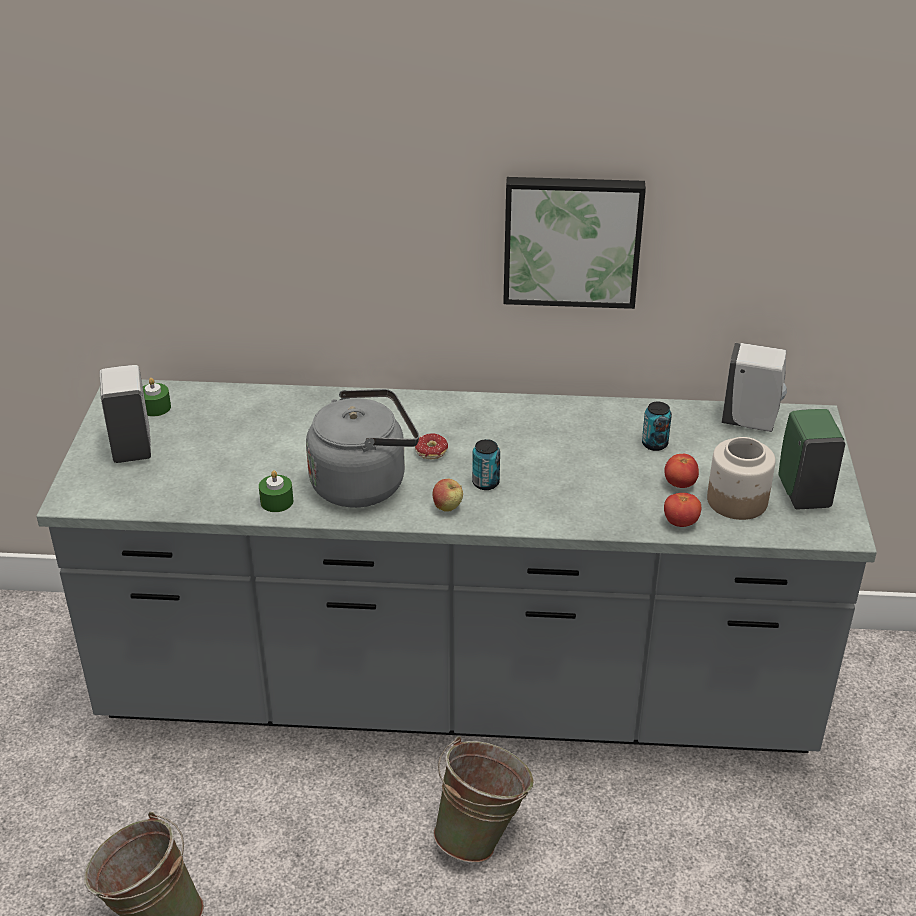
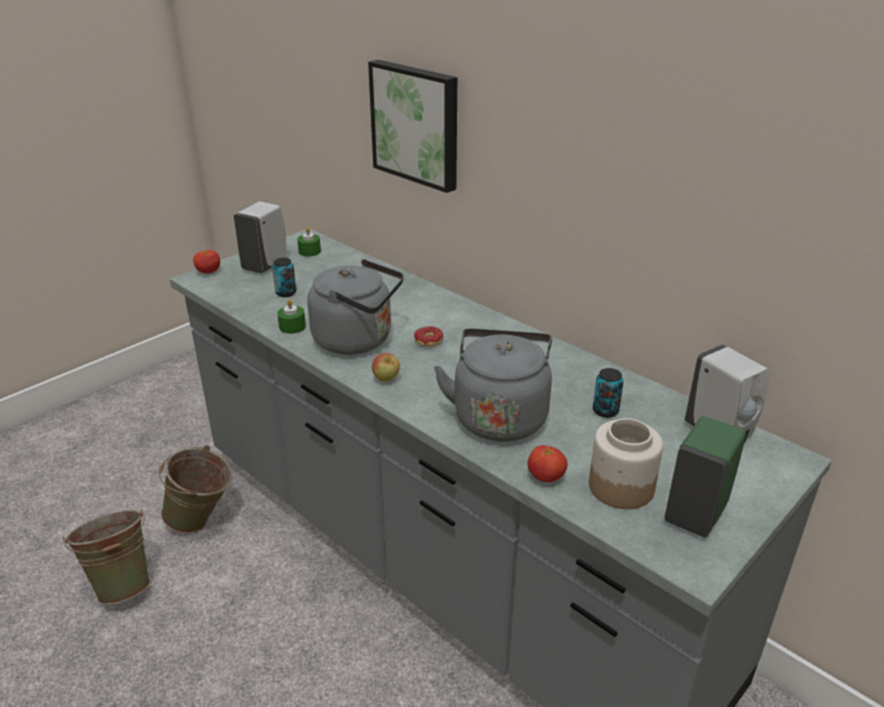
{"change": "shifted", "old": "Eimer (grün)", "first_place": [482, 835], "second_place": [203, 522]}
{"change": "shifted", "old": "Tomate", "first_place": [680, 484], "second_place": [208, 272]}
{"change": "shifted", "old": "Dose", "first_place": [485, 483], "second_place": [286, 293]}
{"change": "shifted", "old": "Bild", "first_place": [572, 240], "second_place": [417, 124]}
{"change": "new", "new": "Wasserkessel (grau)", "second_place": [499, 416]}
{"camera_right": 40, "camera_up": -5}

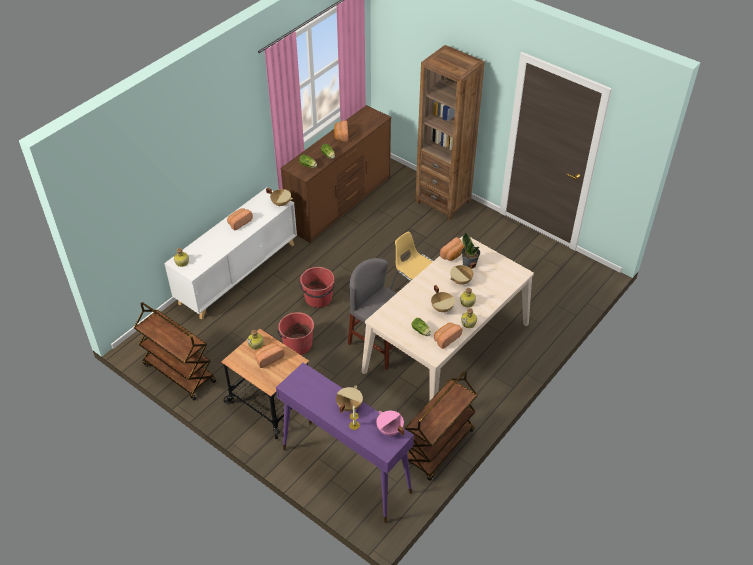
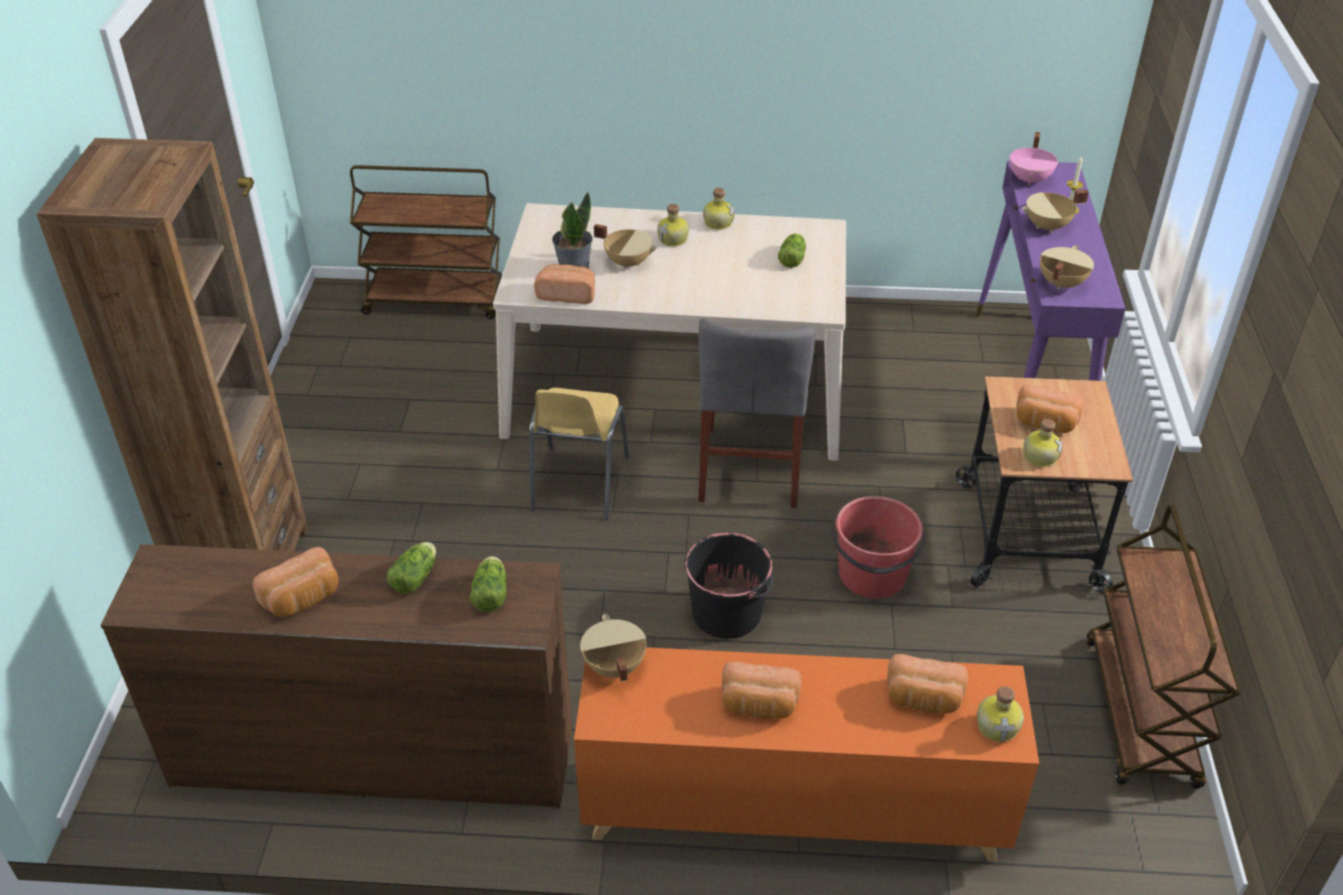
{"change": "shifted", "old": "Rollwagen (braun)", "first_place": [439, 447], "second_place": [436, 300]}
{"change": "repainted", "old": "Schrank (weiß)", "new": "Schrank (orange)", "first_place": [238, 273], "second_place": [791, 808]}
{"change": "repainted", "old": "Eimer (rot)", "new": "Eimer (schwarz)", "first_place": [318, 298], "second_place": [727, 612]}
{"change": "shifted", "old": "Brot", "first_place": [446, 338], "second_place": [923, 699]}
{"change": "shifted", "old": "Kochtopf (beige)", "first_place": [442, 308], "second_place": [1060, 283]}
{"camera_right": -125, "camera_up": -5}

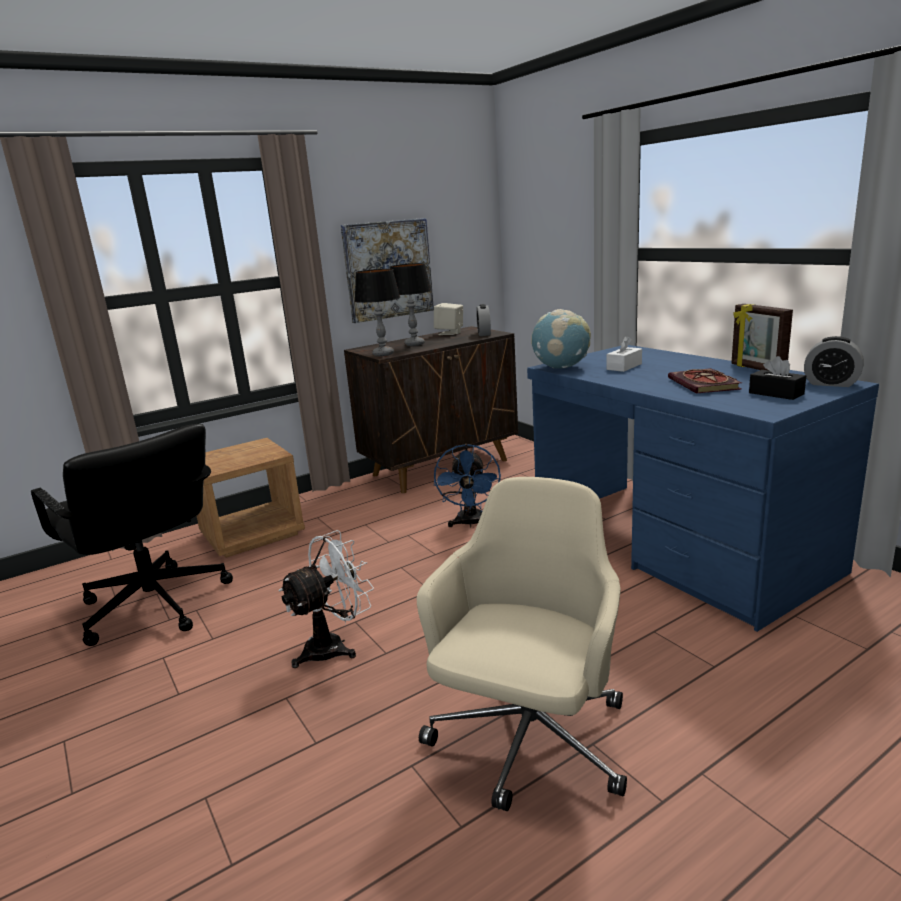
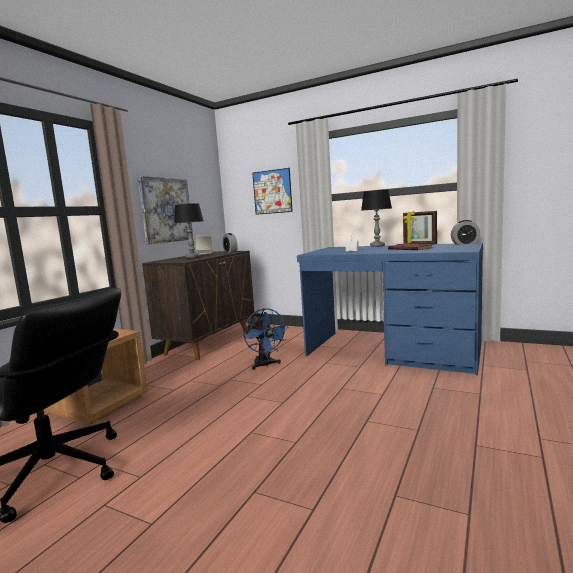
{"change": "new", "new": "Bild", "second_place": [272, 192]}
{"change": "shifted", "old": "Tischlampe", "first_place": [383, 354], "second_place": [377, 246]}
{"change": "gone", "old": "Ventilator (weiß)", "first_place": [334, 646]}
{"change": "gone", "old": "Bürostuhl (beige)", "first_place": [529, 742]}
{"change": "gone", "old": "Globus", "first_place": [561, 368]}
{"change": "gone", "old": "Taschentuchbox (schwarz)", "first_place": [776, 393]}
{"camera_right": -30, "camera_up": -10}

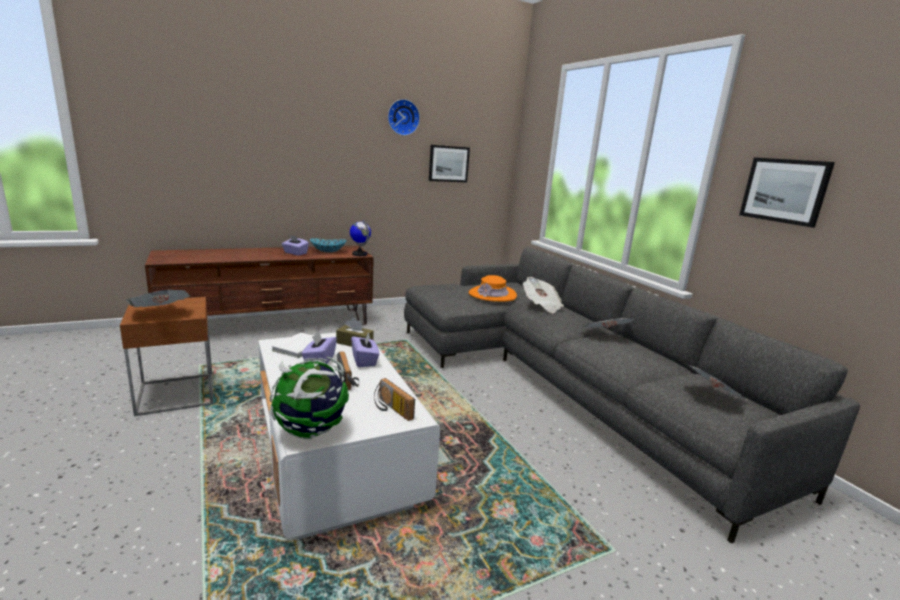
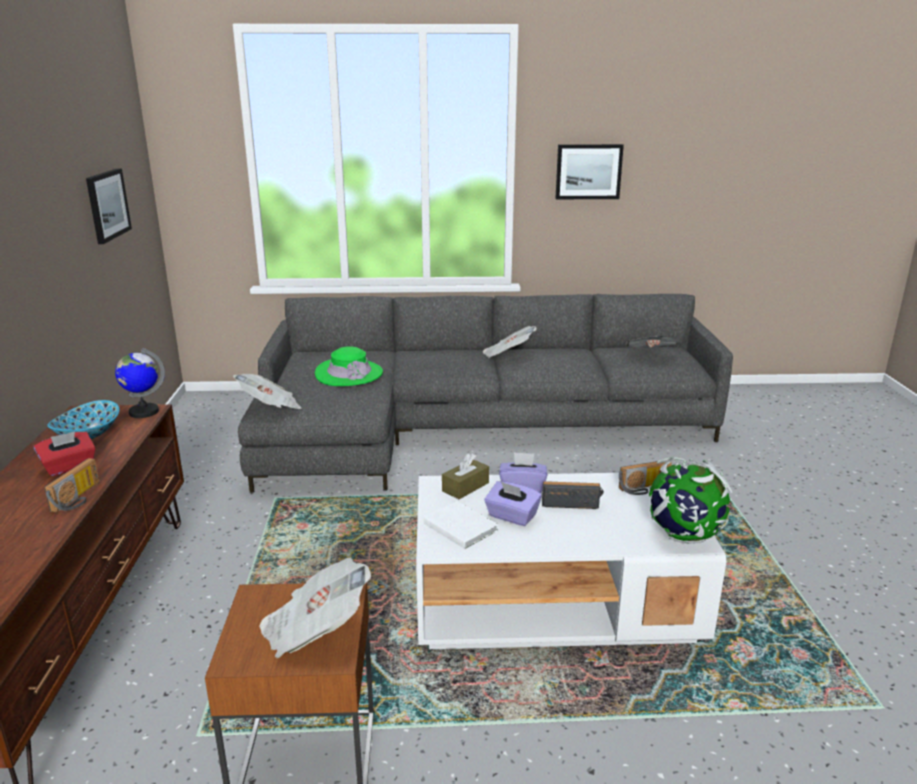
{"change": "repainted", "old": "Taschentuchbox (lila)", "new": "Taschentuchbox (rot)", "first_place": [295, 253], "second_place": [69, 467]}
{"change": "new", "new": "Radio", "second_place": [79, 498]}
{"change": "shifted", "old": "Zeitung", "first_place": [541, 306], "second_place": [270, 407]}
{"change": "repainted", "old": "Hut (orange)", "new": "Hut (grün)", "first_place": [492, 294], "second_place": [349, 374]}
{"change": "gone", "old": "Wanduhr", "first_place": [403, 117]}
{"camera_right": -65, "camera_up": 5}

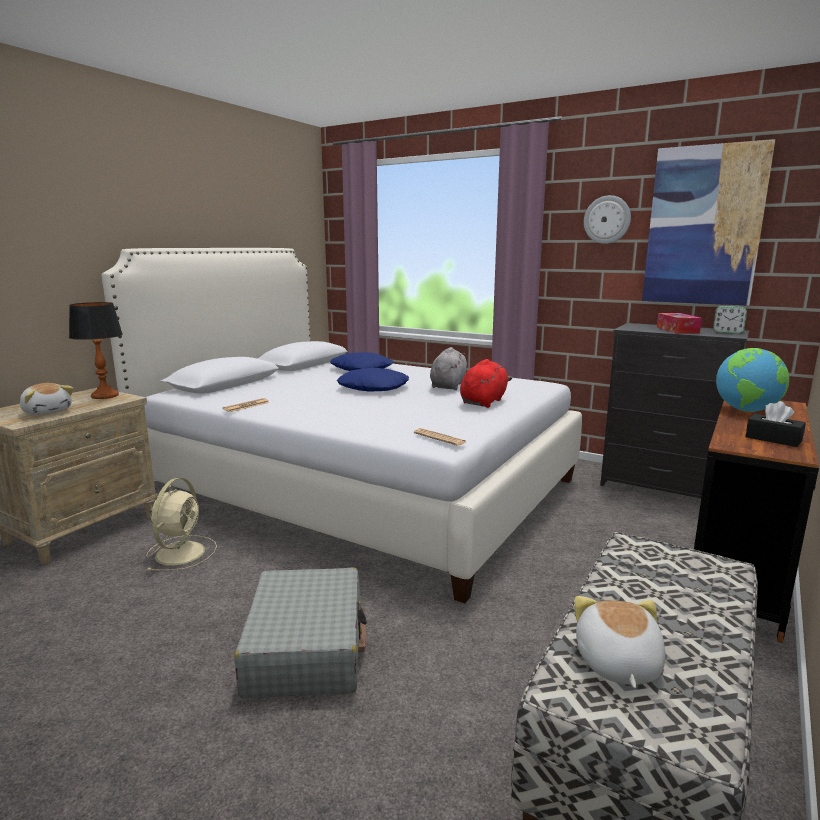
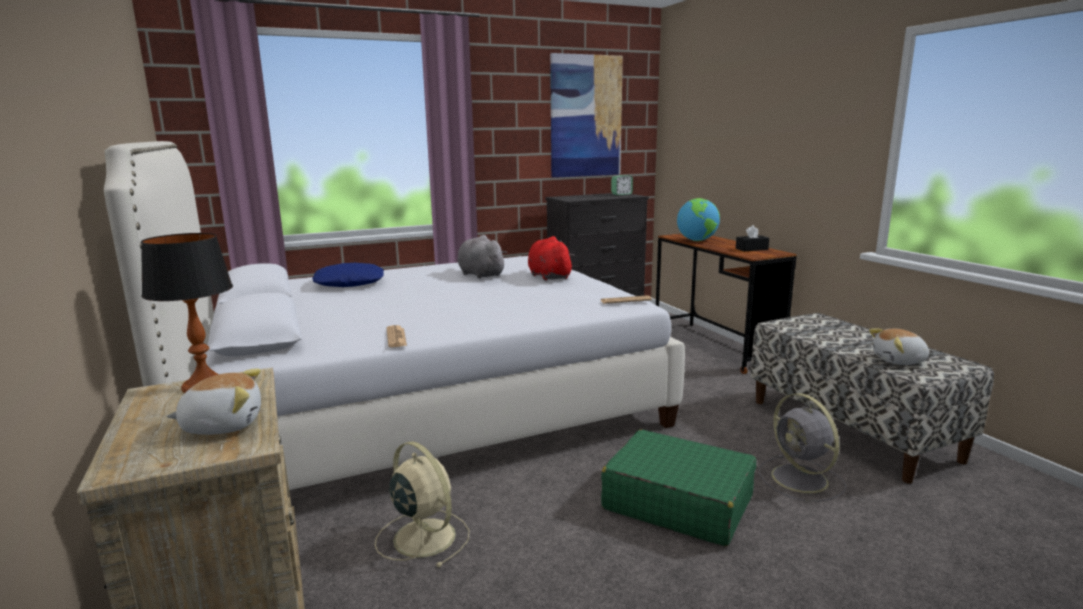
{"change": "repainted", "old": "Koffer (grau)", "new": "Koffer (grün)", "first_place": [306, 647], "second_place": [677, 502]}
{"change": "new", "new": "Ventilator (grau)", "second_place": [801, 480]}
{"change": "rotated", "old": "Plüschtier", "first_place": [616, 664], "second_place": [899, 361], "degrees": -45}
{"change": "gone", "old": "Kissen (blau)", "first_place": [374, 387]}
{"change": "gone", "old": "Wanduhr", "first_place": [607, 219]}
{"change": "gone", "old": "Taschentuchbox", "first_place": [677, 330]}
{"camera_right": -55, "camera_up": 0}

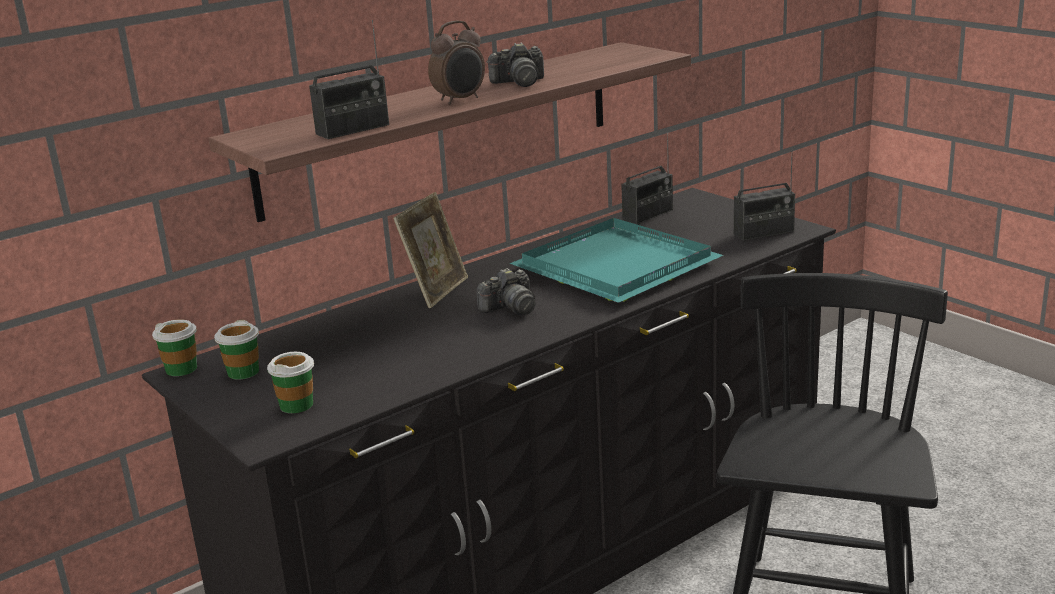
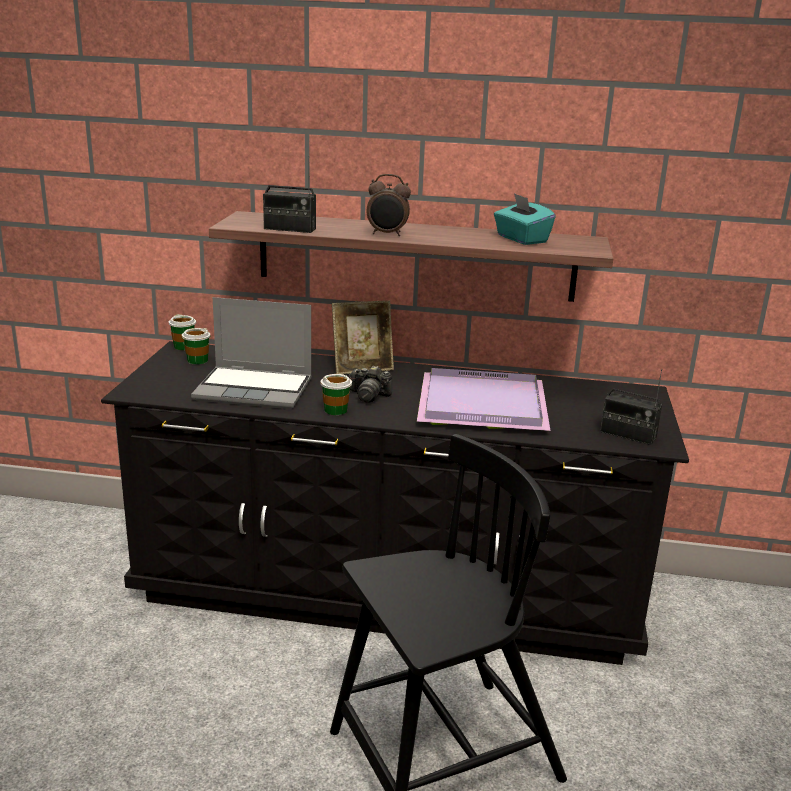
{"change": "new", "new": "Laptop", "second_place": [255, 389]}
{"change": "shifted", "old": "Tasse", "first_place": [296, 405], "second_place": [336, 410]}
{"change": "repainted", "old": "Tablett (türkis)", "new": "Tablett (lila)", "first_place": [616, 264], "second_place": [485, 404]}
{"change": "new", "new": "Taschentuchbox (türkis)", "second_place": [521, 239]}
{"change": "gone", "old": "Kamera", "first_place": [519, 82]}
{"change": "gone", "old": "Radio", "first_place": [648, 215]}
{"camera_right": 45, "camera_up": 0}

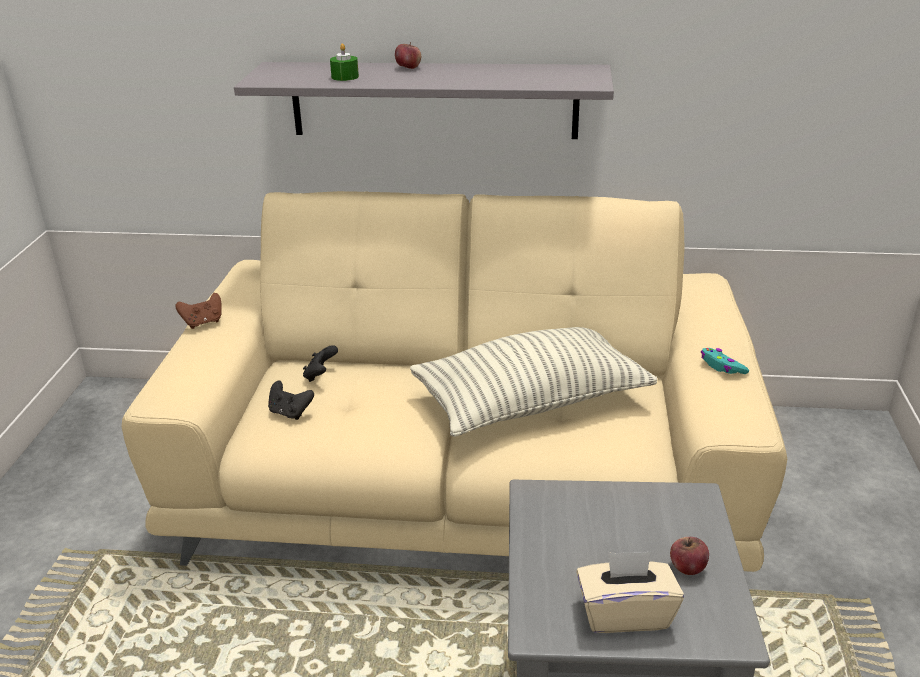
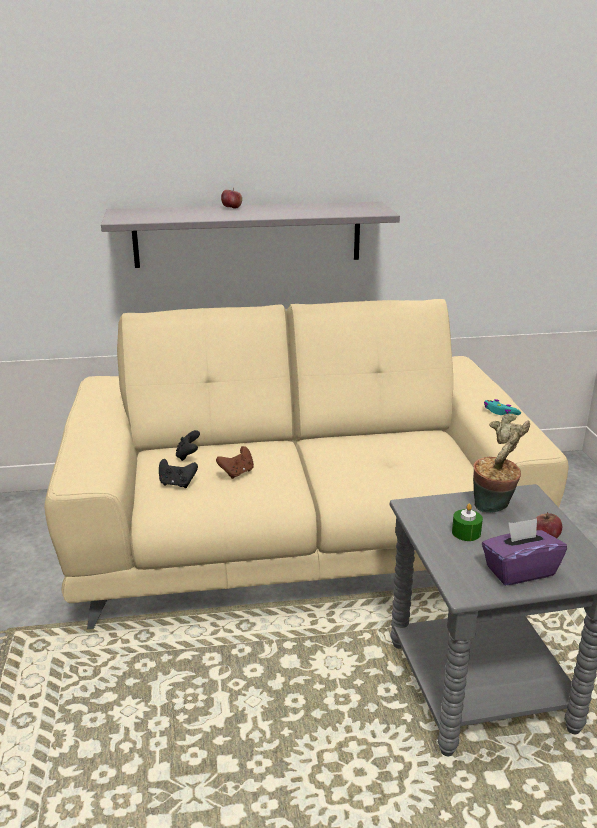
{"change": "shifted", "old": "Gamepad (braun)", "first_place": [203, 322], "second_place": [237, 473]}
{"change": "shifted", "old": "Kerze (grün)", "first_place": [345, 77], "second_place": [466, 532]}
{"change": "new", "new": "Topfpflanze", "second_place": [494, 507]}
{"change": "repainted", "old": "Taschentuchbox (beige)", "new": "Taschentuchbox (lila)", "first_place": [625, 613], "second_place": [519, 571]}
{"change": "gone", "old": "Kissen", "first_place": [531, 402]}
{"camera_right": -15, "camera_up": -5}

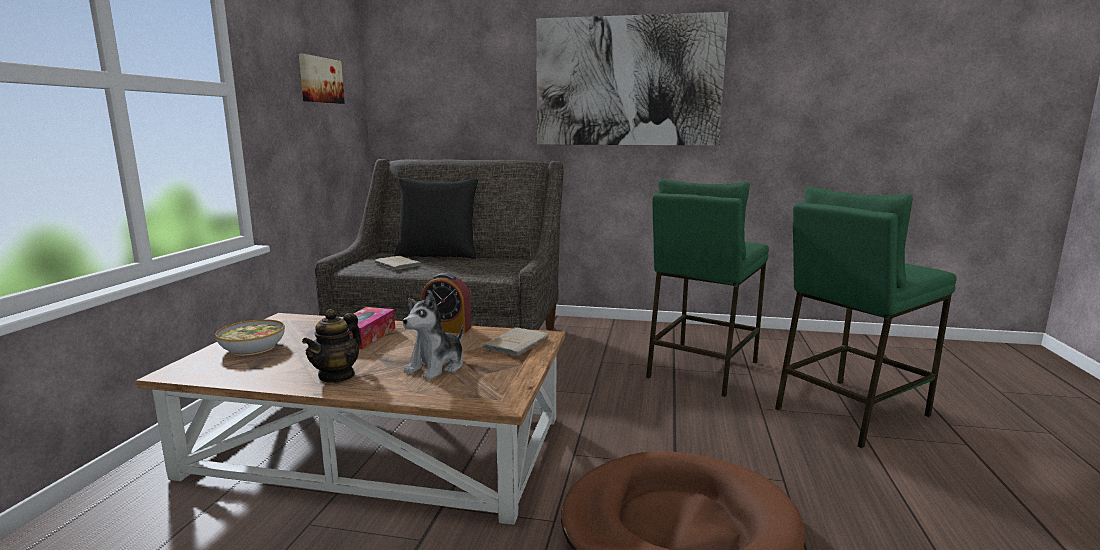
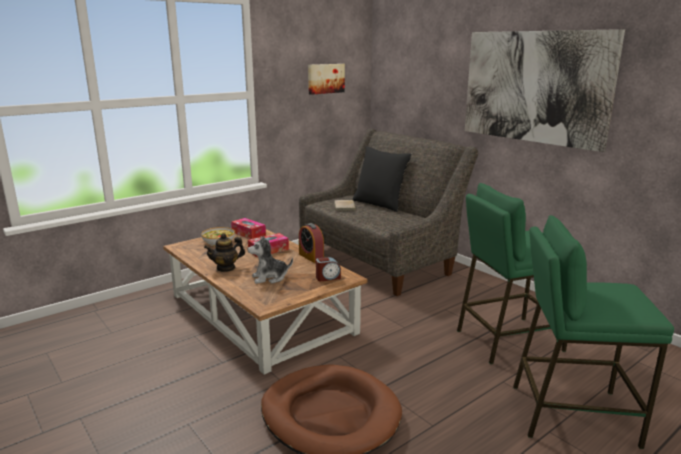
{"change": "new", "new": "Taschentuchbox", "second_place": [248, 233]}
{"change": "swapped", "old": "Buch (beige)", "new": "Wecker", "first_place": [517, 343], "second_place": [328, 278]}
{"camera_right": 40, "camera_up": 5}

